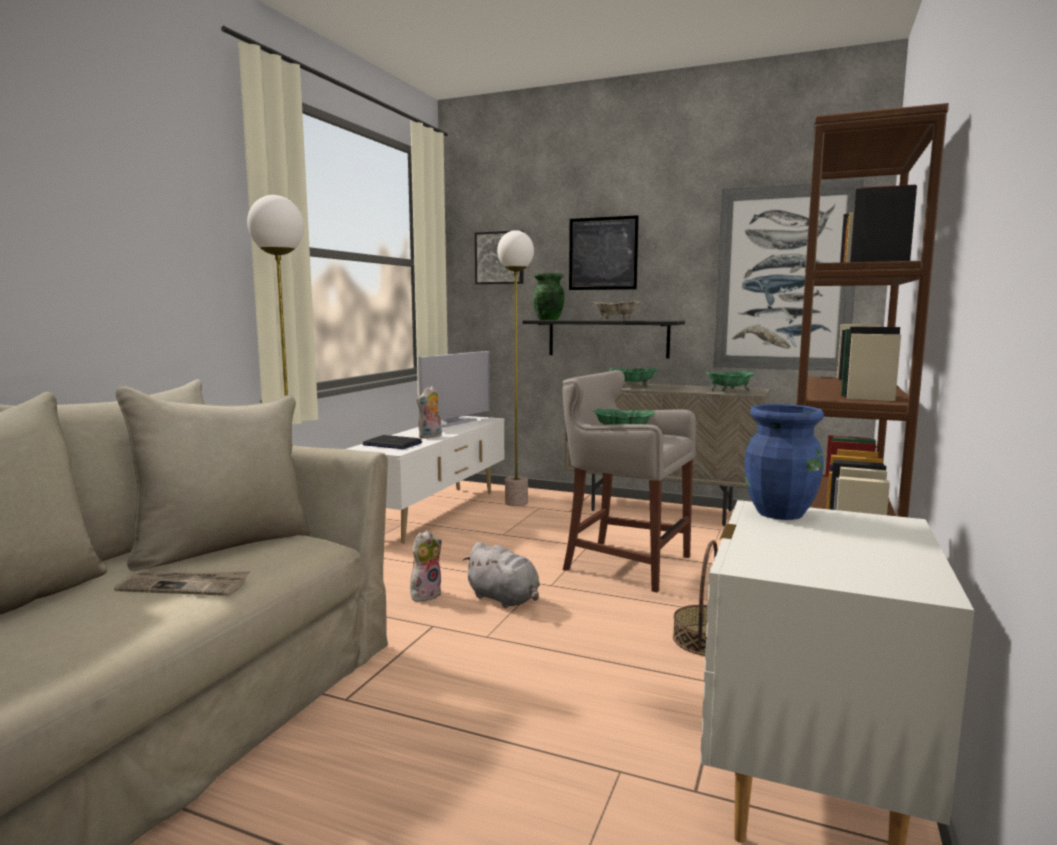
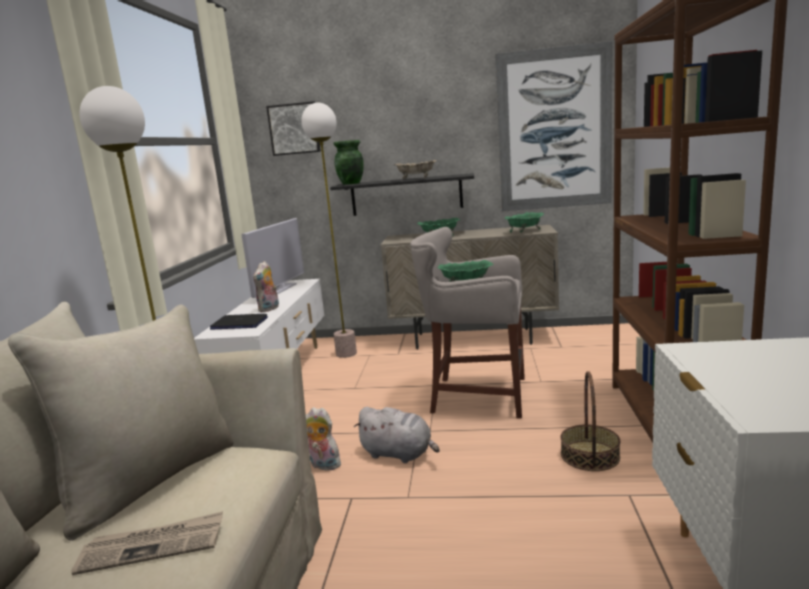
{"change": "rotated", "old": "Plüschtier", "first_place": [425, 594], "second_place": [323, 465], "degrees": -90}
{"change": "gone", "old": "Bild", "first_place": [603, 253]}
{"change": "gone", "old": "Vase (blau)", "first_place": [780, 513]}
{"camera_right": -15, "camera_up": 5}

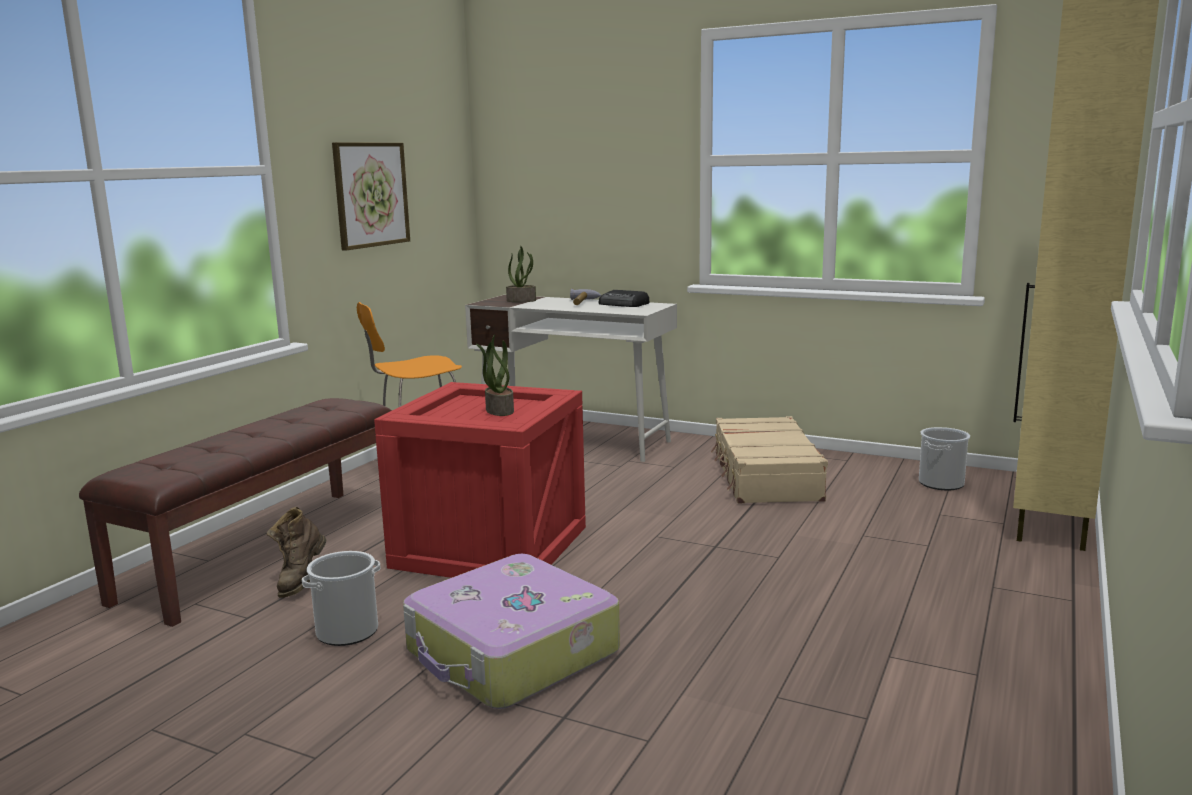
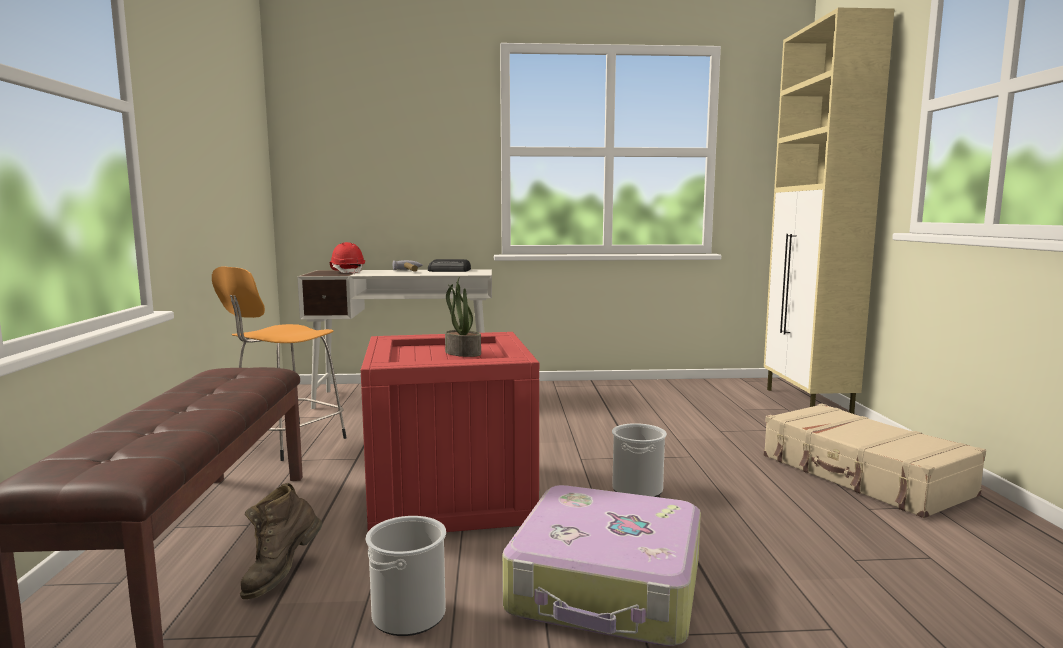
{"change": "rotated", "old": "Stiefel (braun)", "first_place": [301, 581], "second_place": [281, 576], "degrees": 45}
{"change": "swapped", "old": "Topfpflanze", "new": "Schutzhelm (rot)", "first_place": [521, 300], "second_place": [347, 272]}
{"change": "shifted", "old": "Eimer", "first_place": [941, 483], "second_place": [637, 489]}
{"change": "shifted", "old": "Koffer (beige)", "first_place": [765, 476], "second_place": [863, 476]}
{"change": "gone", "old": "Bild", "first_place": [371, 194]}
{"camera_right": -30, "camera_up": -5}

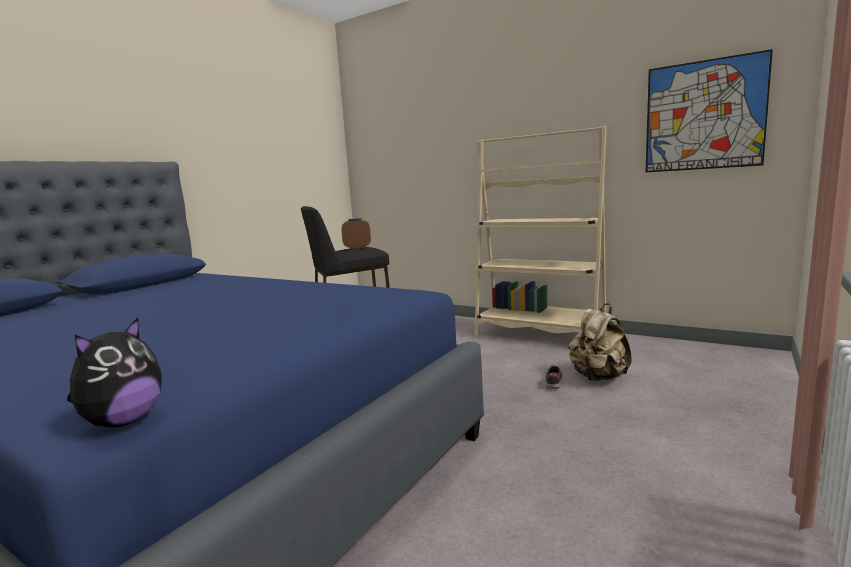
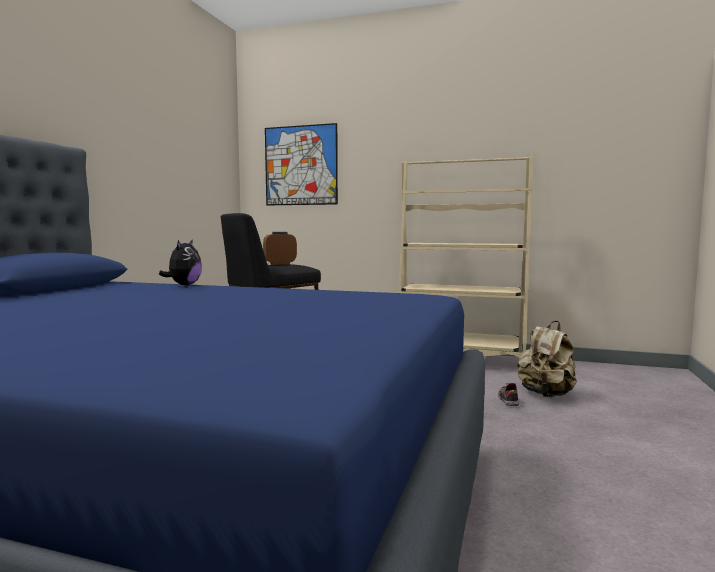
{"change": "shifted", "old": "Plüschtier", "first_place": [123, 421], "second_place": [184, 285]}
{"change": "shifted", "old": "Bild", "first_place": [704, 115], "second_place": [301, 165]}
{"camera_right": -15, "camera_up": -5}

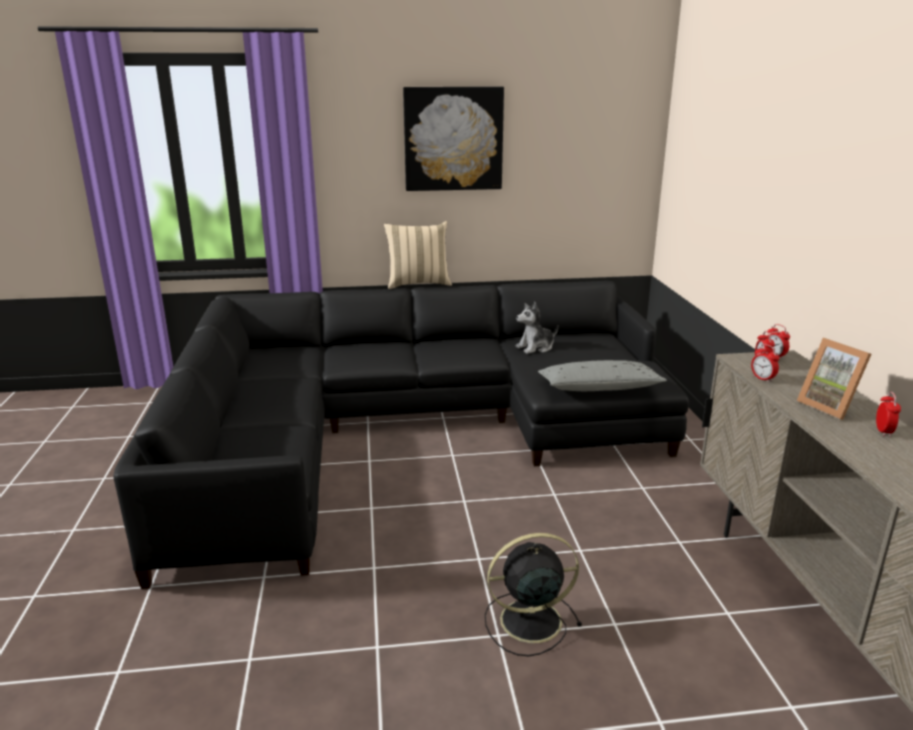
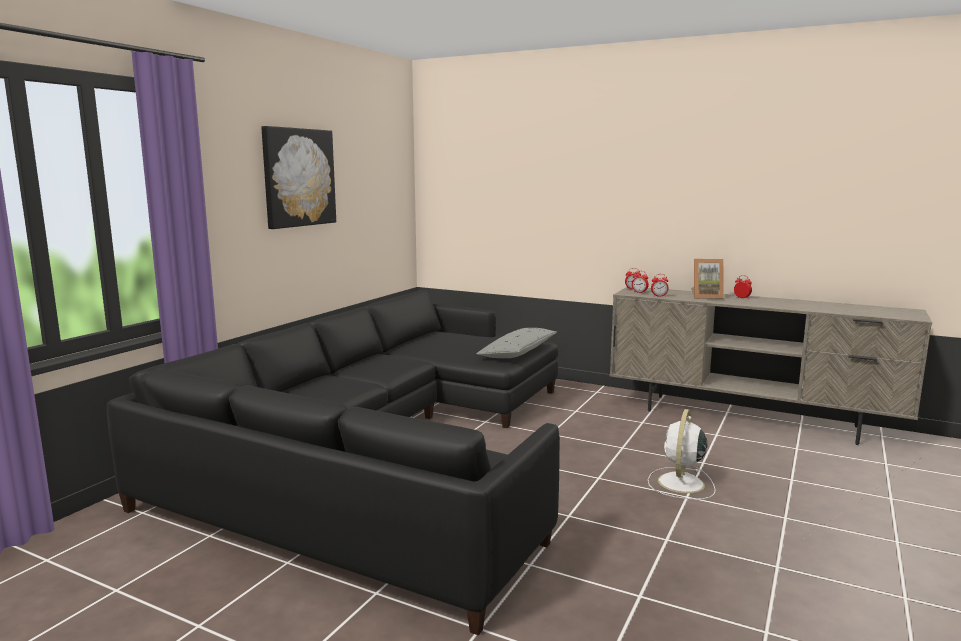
{"change": "repainted", "old": "Ventilator (schwarz)", "new": "Ventilator (weiß)", "first_place": [528, 621], "second_place": [680, 484]}
{"change": "gone", "old": "Kissen (beige)", "first_place": [418, 284]}
{"change": "gone", "old": "Plüschtier", "first_place": [535, 347]}
{"camera_right": -55, "camera_up": -10}

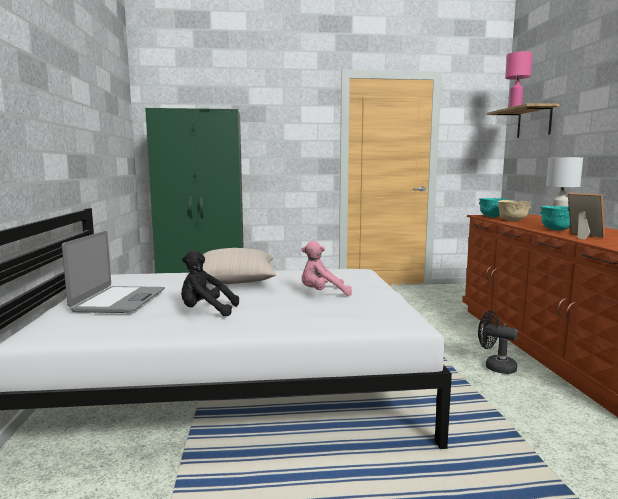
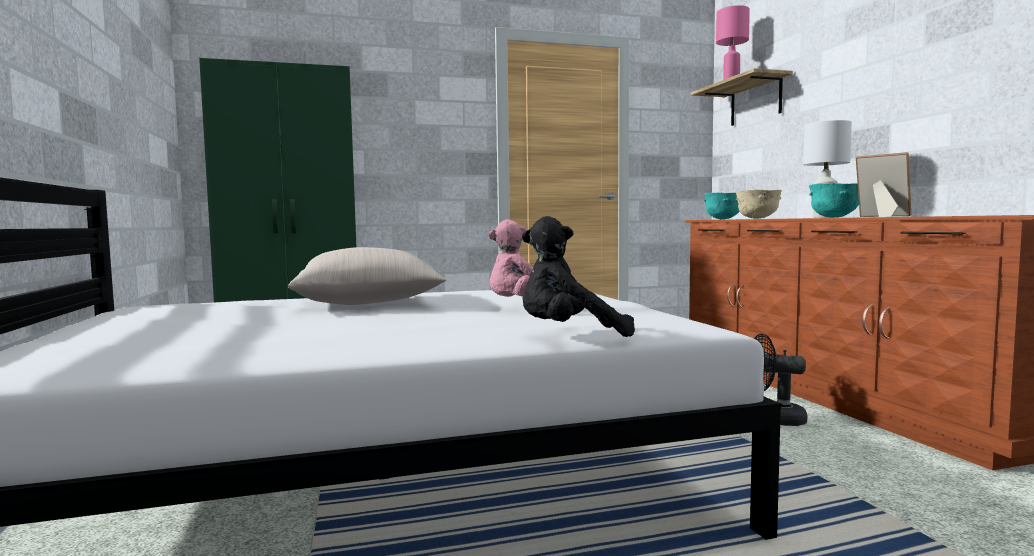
{"change": "shifted", "old": "Plüschtier (schwarz)", "first_place": [206, 311], "second_place": [569, 335]}
{"change": "gone", "old": "Laptop", "first_place": [119, 300]}
{"camera_right": -10, "camera_up": -5}

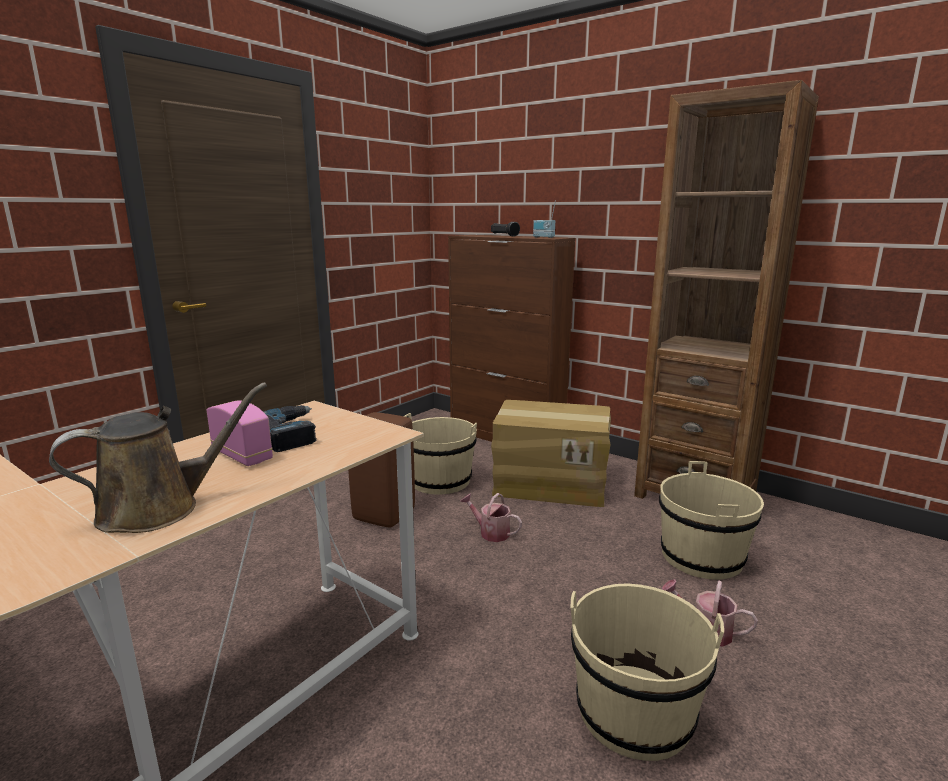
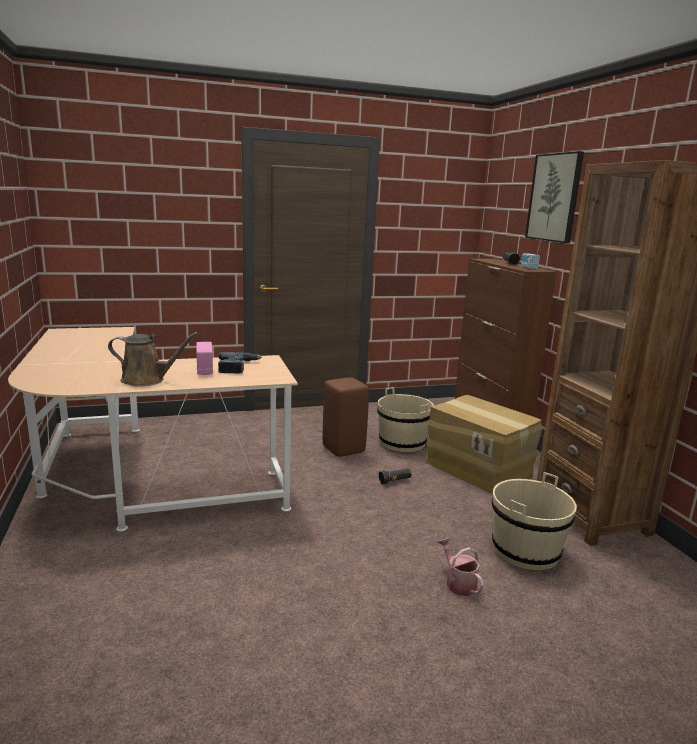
{"change": "swapped", "old": "Gießkanne", "new": "Taschenlampe (schwarz)", "first_place": [490, 532], "second_place": [395, 481]}
{"change": "new", "new": "Bild", "second_place": [554, 197]}
{"change": "gone", "old": "Eimer (beige)", "first_place": [634, 712]}
{"camera_right": 35, "camera_up": 0}

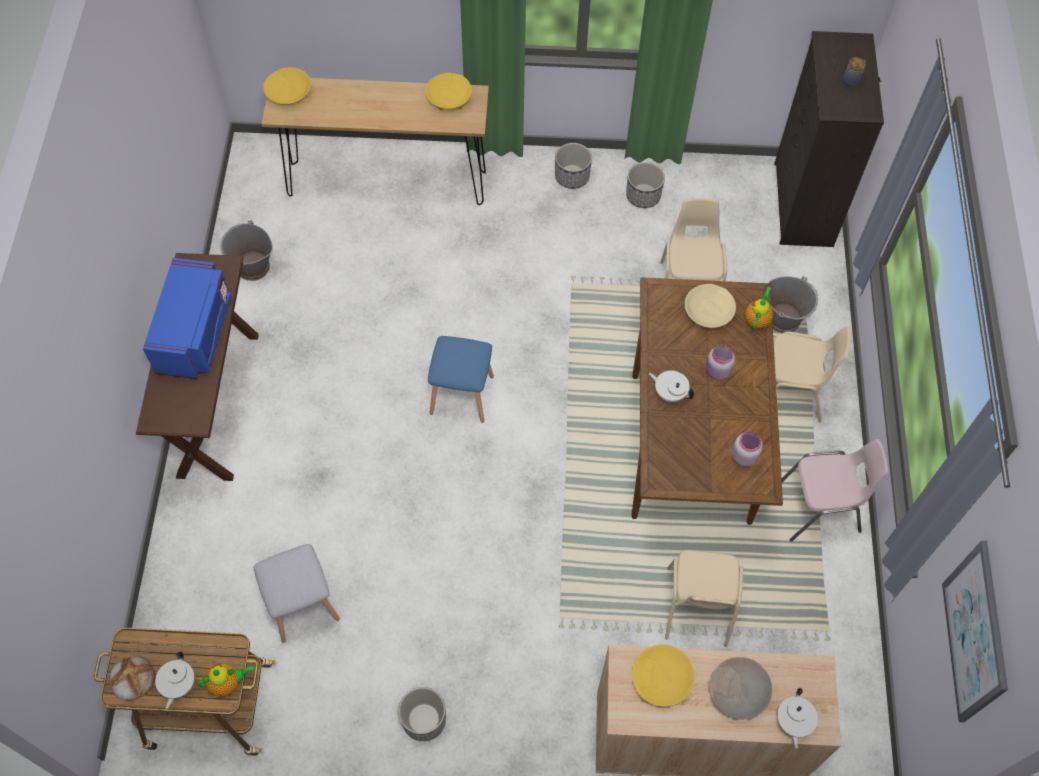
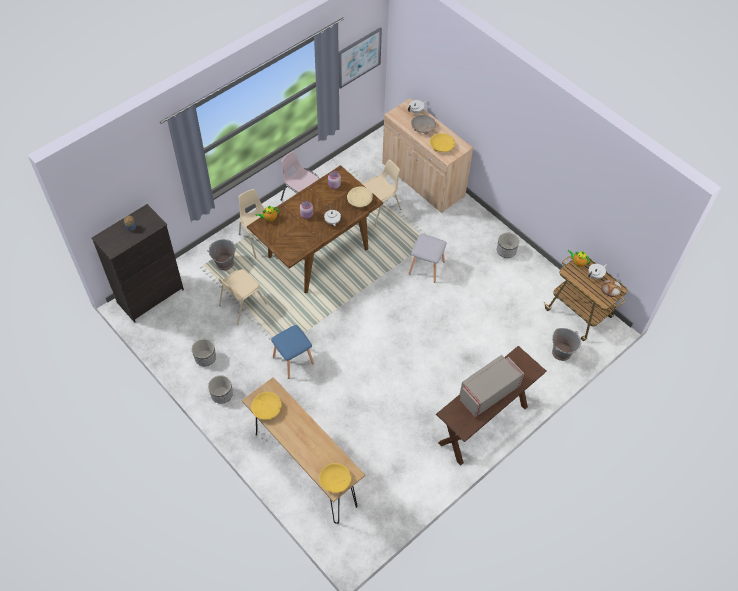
{"change": "shifted", "old": "Hocker (blau)", "first_place": [463, 394], "second_place": [292, 360]}
{"change": "shifted", "old": "Schüssel (beige)", "first_place": [708, 312], "second_place": [360, 200]}
{"change": "shifted", "old": "Hocker (grau)", "first_place": [300, 603], "second_place": [426, 268]}
{"change": "repainted", "old": "Mikrowelle (blau)", "new": "Mikrowelle (grau)", "first_place": [195, 333], "second_place": [488, 392]}
{"change": "shifted", "old": "Eimer (grau)", "first_place": [252, 267], "second_place": [562, 352]}
{"camera_right": -135, "camera_up": -5}

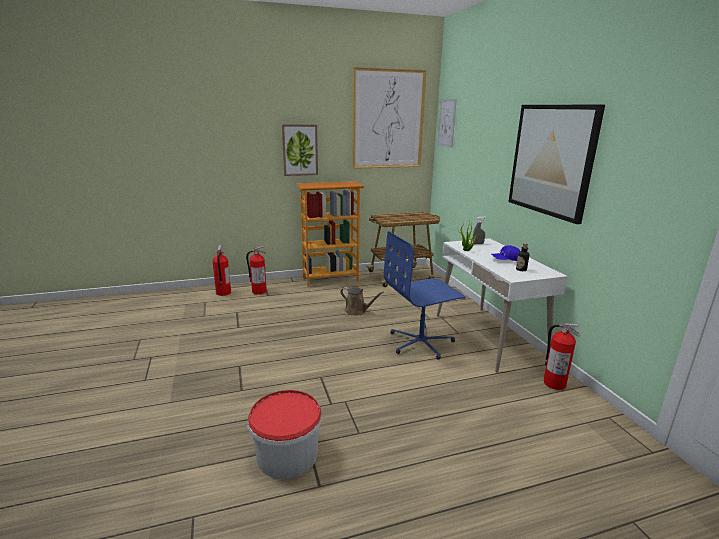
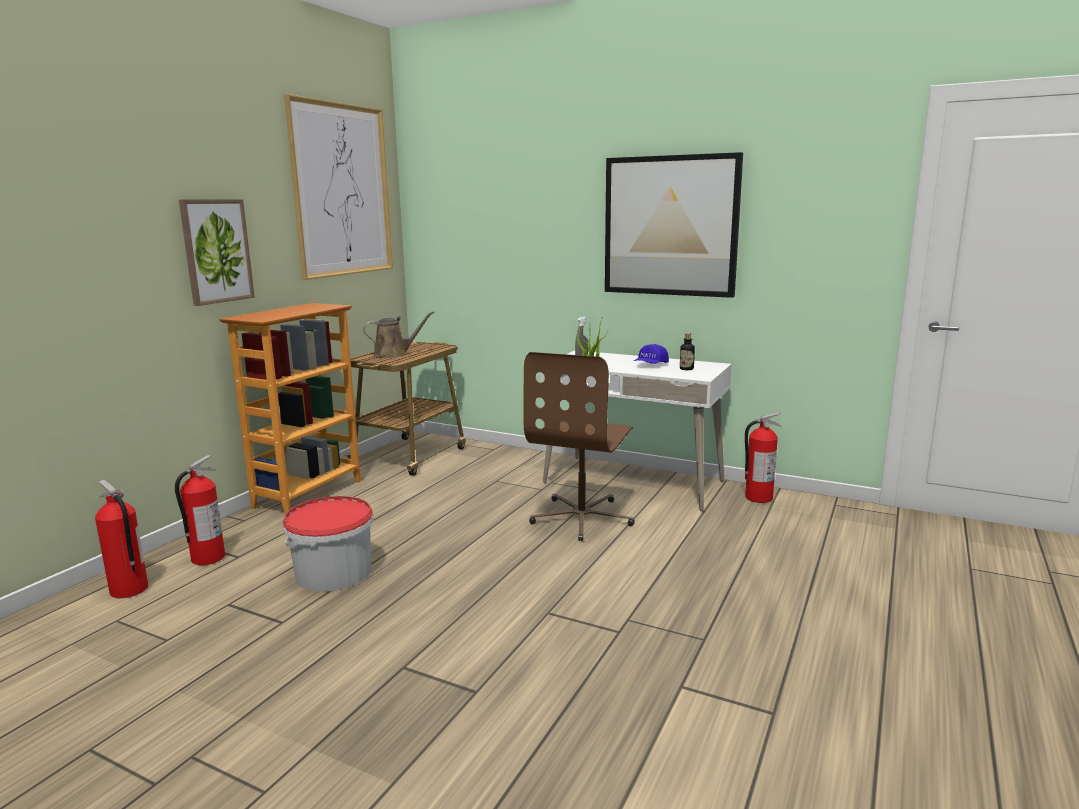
{"change": "shifted", "old": "Eimer", "first_place": [287, 455], "second_place": [334, 572]}
{"change": "shifted", "old": "Gießkanne (braun)", "first_place": [357, 311], "second_place": [394, 354]}
{"change": "repainted", "old": "Bürostuhl (blau)", "new": "Bürostuhl (braun)", "first_place": [421, 342], "second_place": [582, 517]}
{"change": "gone", "old": "Bild", "first_place": [446, 123]}
{"camera_right": -45, "camera_up": -5}

